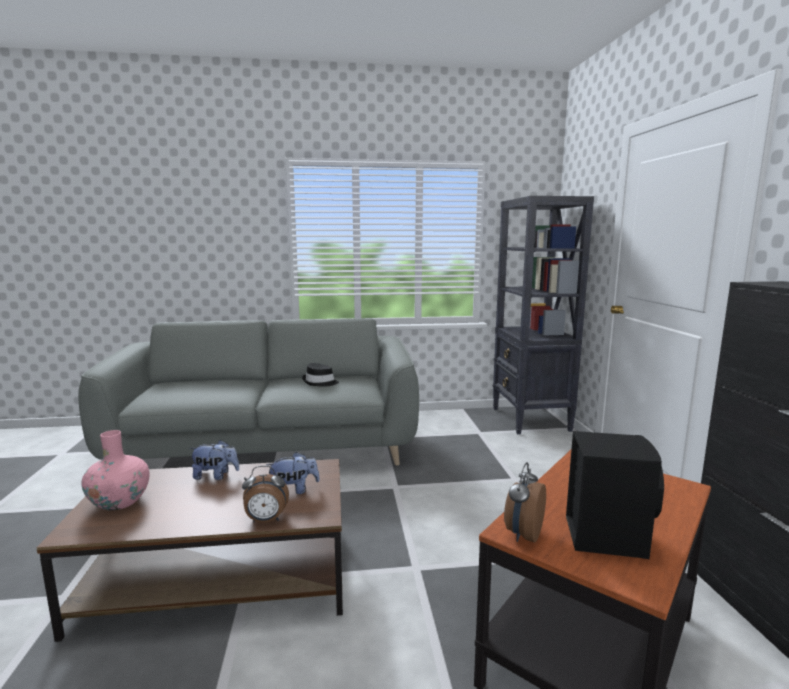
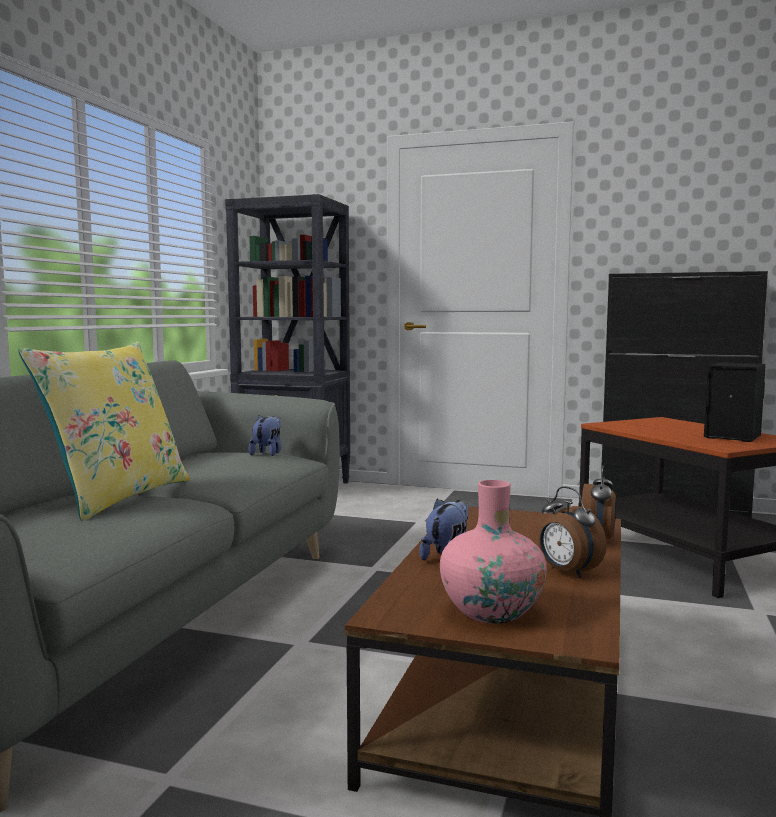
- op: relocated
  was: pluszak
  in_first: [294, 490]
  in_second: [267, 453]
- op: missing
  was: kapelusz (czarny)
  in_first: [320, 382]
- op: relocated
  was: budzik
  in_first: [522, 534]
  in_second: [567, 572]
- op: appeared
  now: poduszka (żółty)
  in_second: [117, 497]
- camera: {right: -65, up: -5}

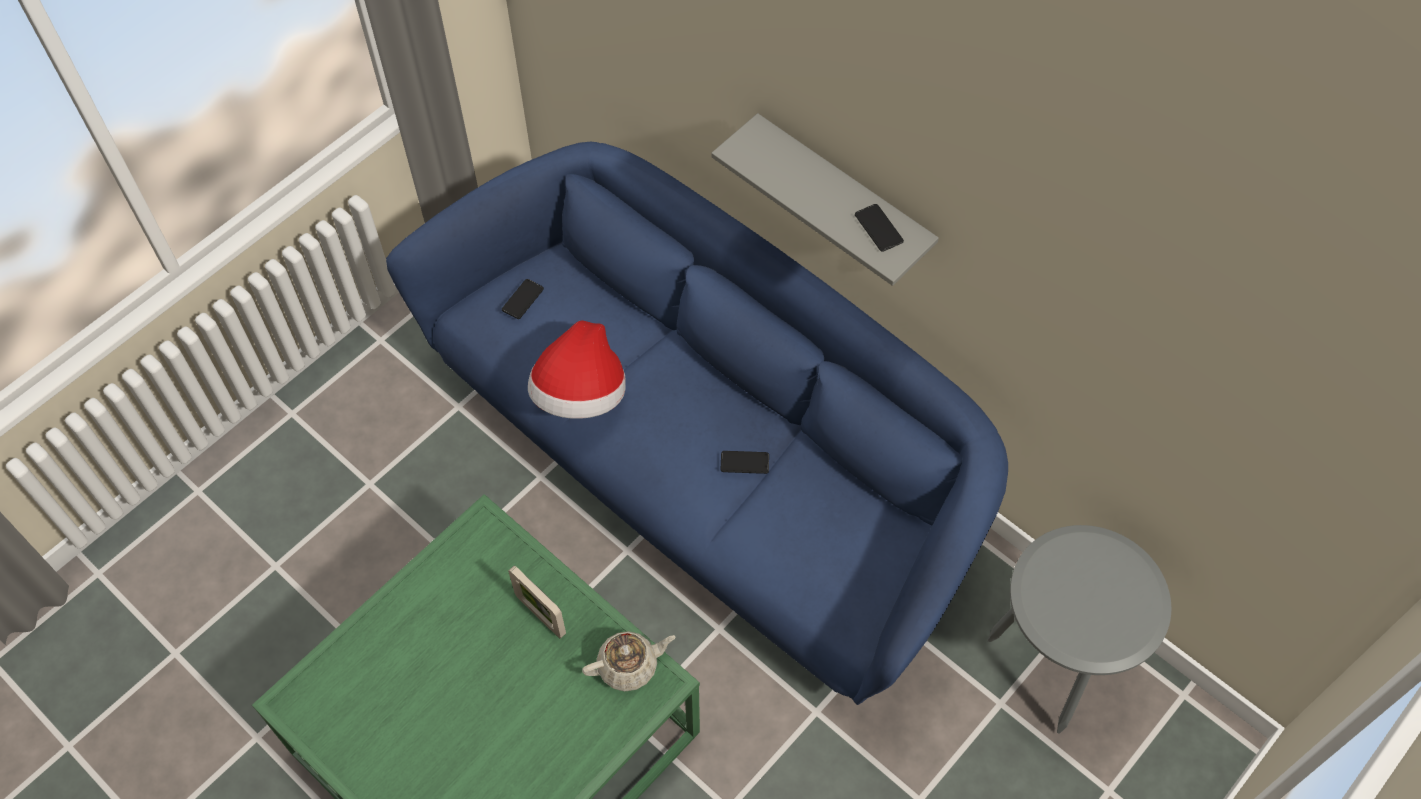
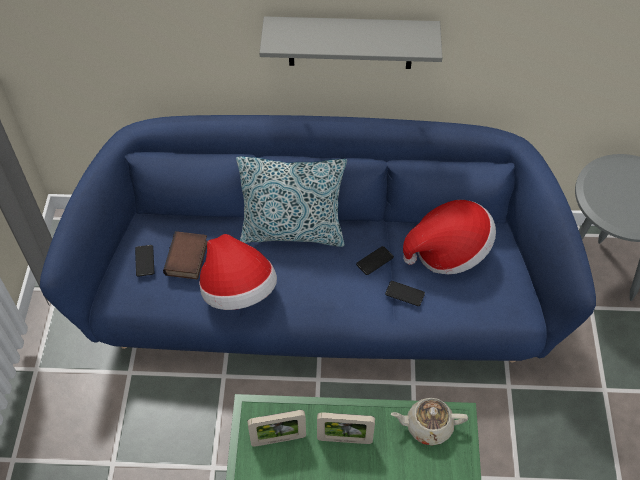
- op: spun
  was: imbryk (beżowy)
  in_first: [629, 666]
  in_second: [427, 426]
  clockwise: -120
- op: relocated
  was: telefon
  in_first: [878, 228]
  in_second: [405, 294]
- op: appeared
  now: książka
  in_second: [188, 259]
- op: appeared
  now: poduszka
  in_second: [293, 232]
- op: appeared
  now: ramka na zdjęcie
  in_second: [278, 439]
- op: appeared
  now: kapelusz
  in_second: [448, 251]
- camera: {right: -40, up: -5}

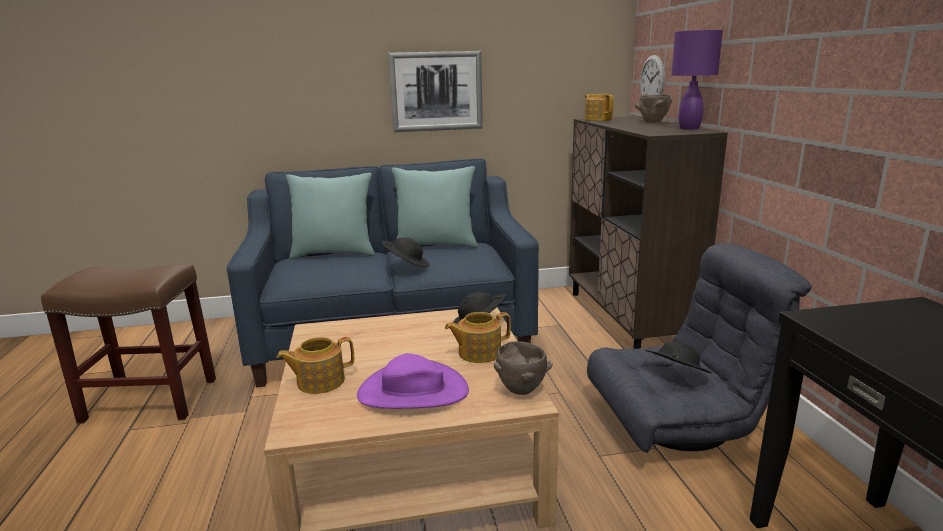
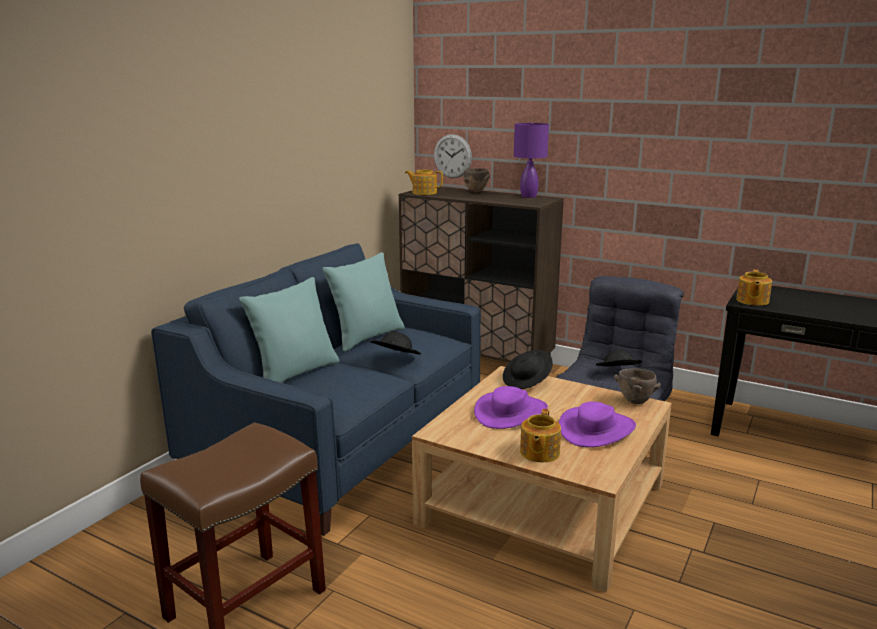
- op: missing
  was: obraz
  in_first: [436, 91]
- op: relocated
  was: imbryk
  in_first: [478, 353]
  in_second: [752, 301]
- op: appeared
  now: kapelusz (fioletowy)
  in_second: [511, 412]
- camera: {right: -50, up: 0}

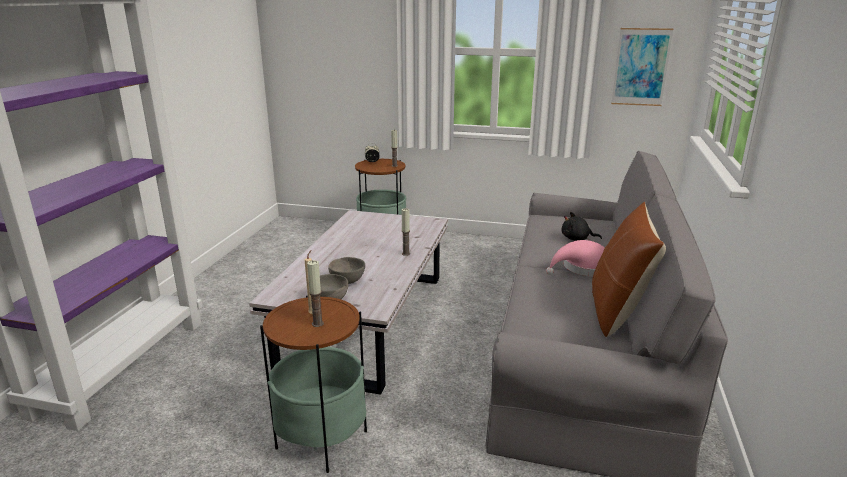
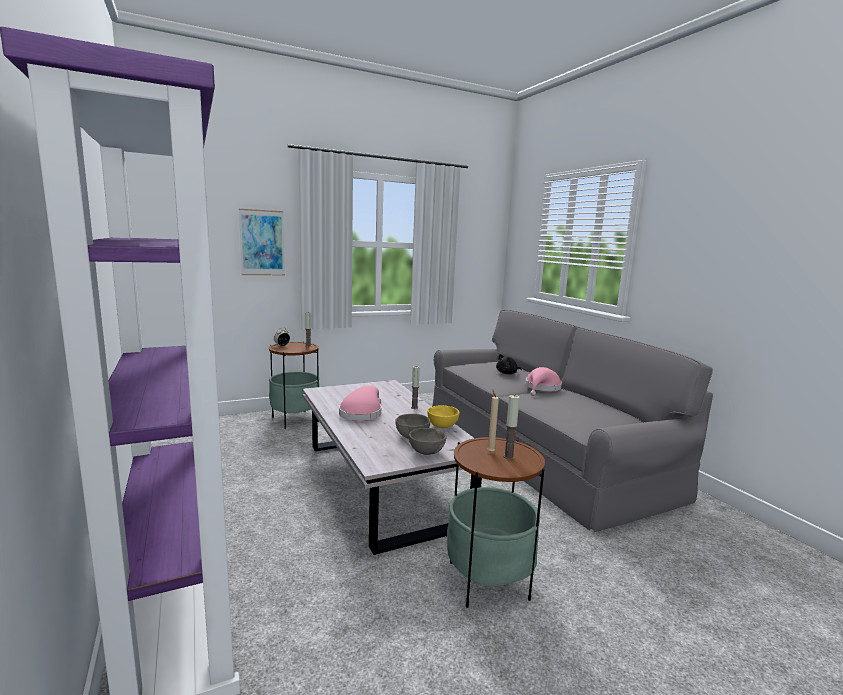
- op: missing
  was: poduszka (brązowy)
  in_first: [617, 310]
- op: relocated
  was: obraz
  in_first: [641, 67]
  in_second: [262, 243]
- op: appeared
  now: kapelusz (różowy)
  in_second: [362, 413]
- op: appeared
  now: miska (żółty)
  in_second: [442, 426]
- camera: {right: -40, up: -10}

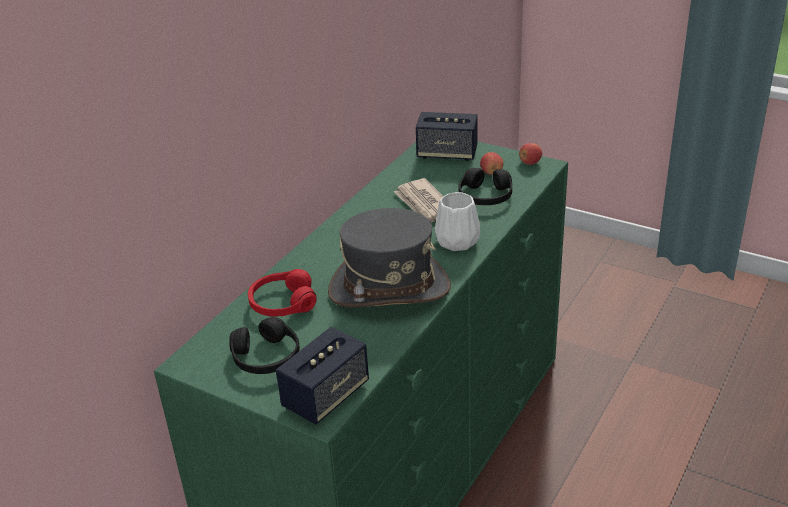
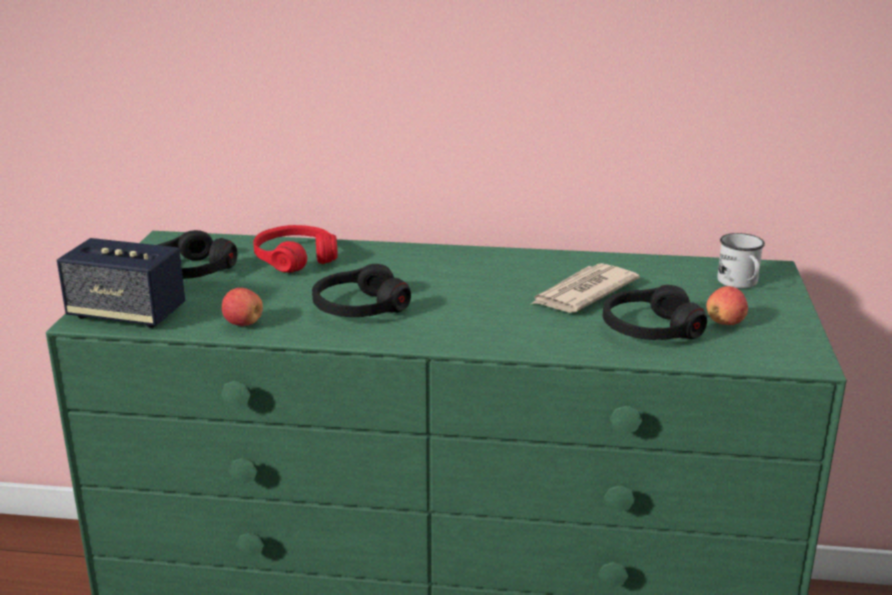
- op: exchanged
  was: kapelusz (szary)
  now: słuchawki (czarny)
  in_first: [389, 289]
  in_second: [359, 308]
- op: exchanged
  was: głośnik
  now: kubek (biały)
  in_first: [447, 153]
  in_second: [740, 283]
- op: missing
  was: wazon (biały)
  in_first: [456, 241]
- op: relocated
  was: jabłko
  in_first: [530, 162]
  in_second: [243, 323]
- camera: {right: 65, up: -10}

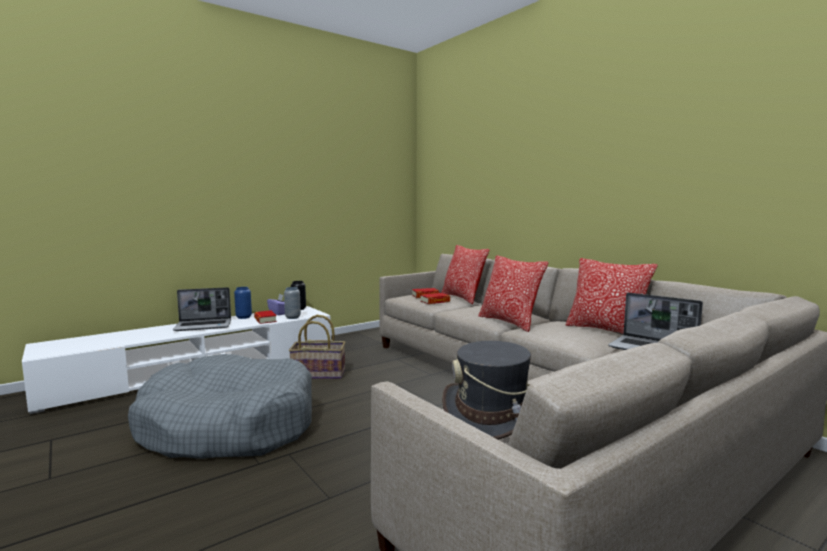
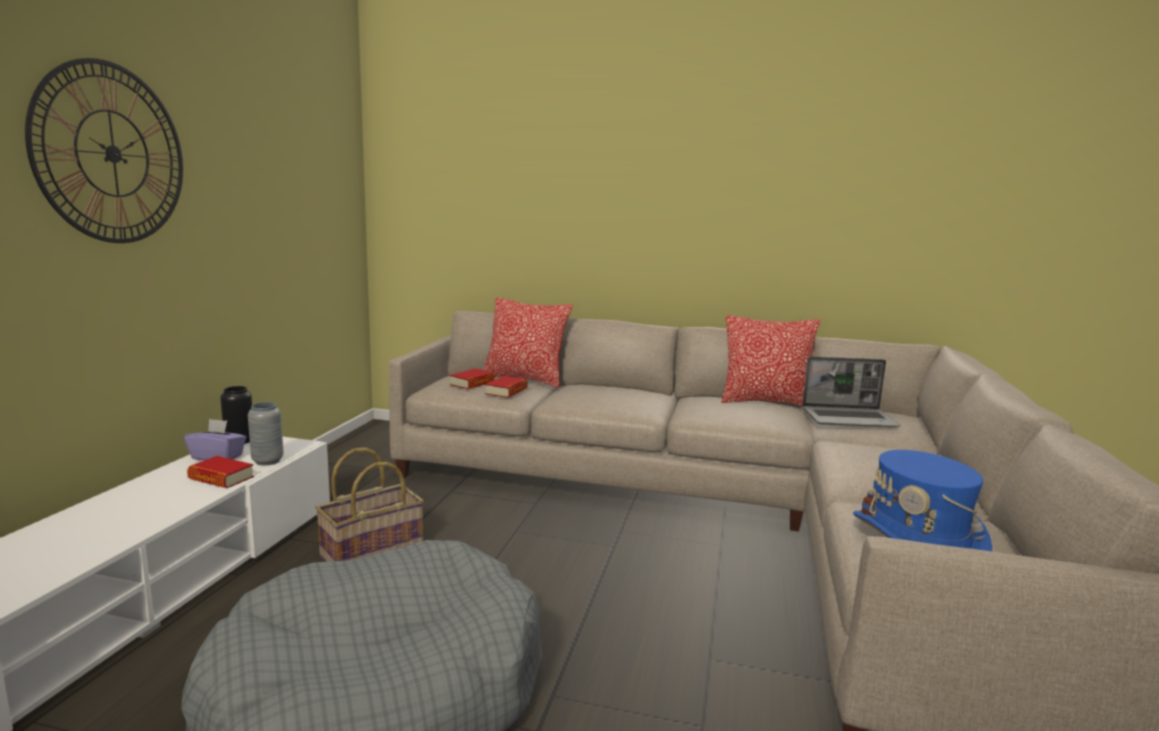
- op: missing
  was: laptop
  in_first: [204, 326]
- op: missing
  was: wazon (niebieski)
  in_first: [243, 317]
- op: colour
  was: kapelusz (szary)
  now: kapelusz (niebieski)
  in_first: [492, 415]
  in_second: [918, 541]
- op: missing
  was: poduszka
  in_first: [509, 322]
- op: appeared
  now: zegar ścienny
  in_second: [112, 154]
- camera: {right: -40, up: 5}

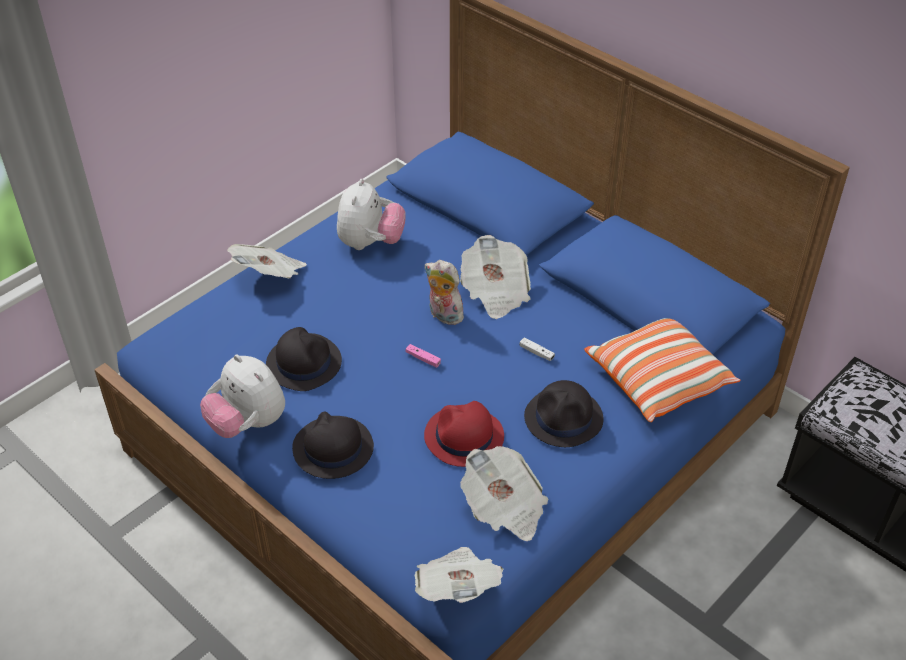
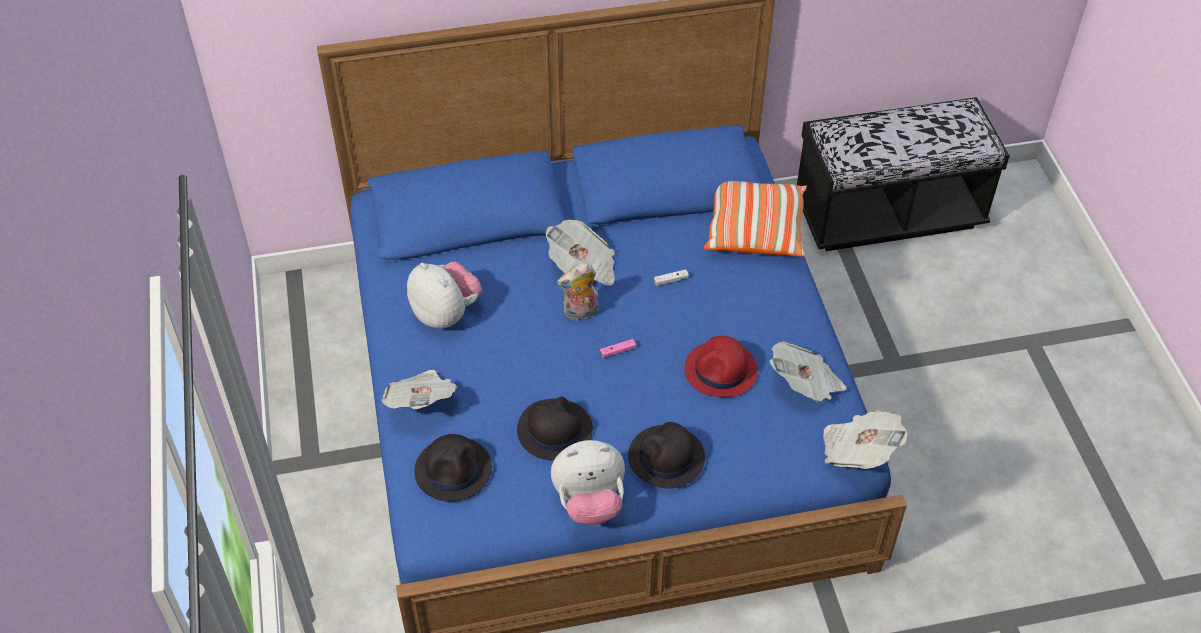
- op: relocated
  was: kapelusz (czarny)
  in_first: [564, 418]
  in_second: [454, 469]
- camera: {right: -55, up: 5}

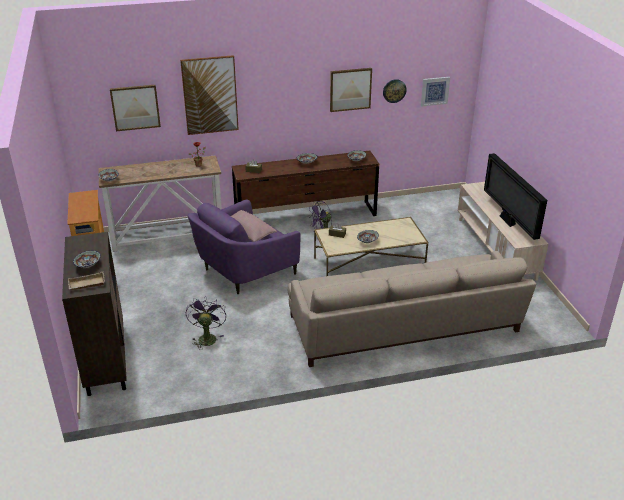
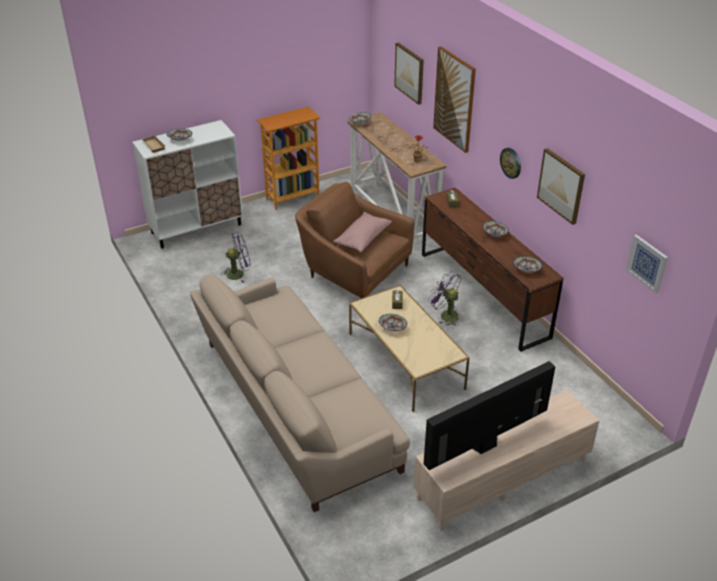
- op: colour
  was: szafka (brązowy)
  now: szafka (biały)
  in_first: [105, 359]
  in_second: [197, 228]
- op: colour
  was: fotel (fioletowy)
  now: fotel (brązowy)
  in_first: [244, 271]
  in_second: [353, 273]
- op: relocated
  was: zegar ścienny
  in_first: [394, 91]
  in_second: [511, 163]
- camera: {right: 75, up: 5}

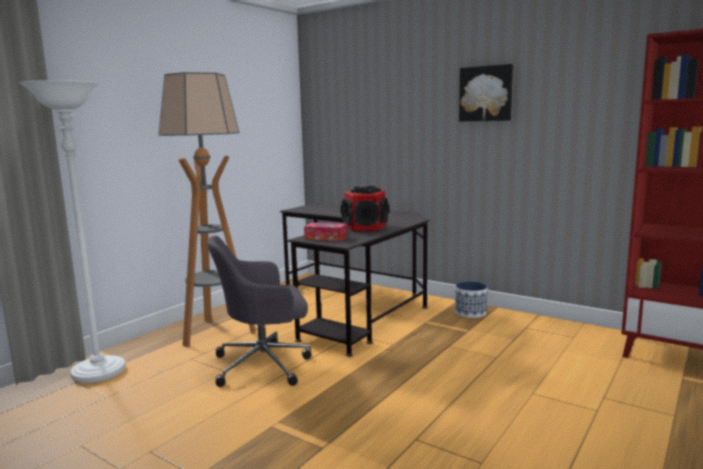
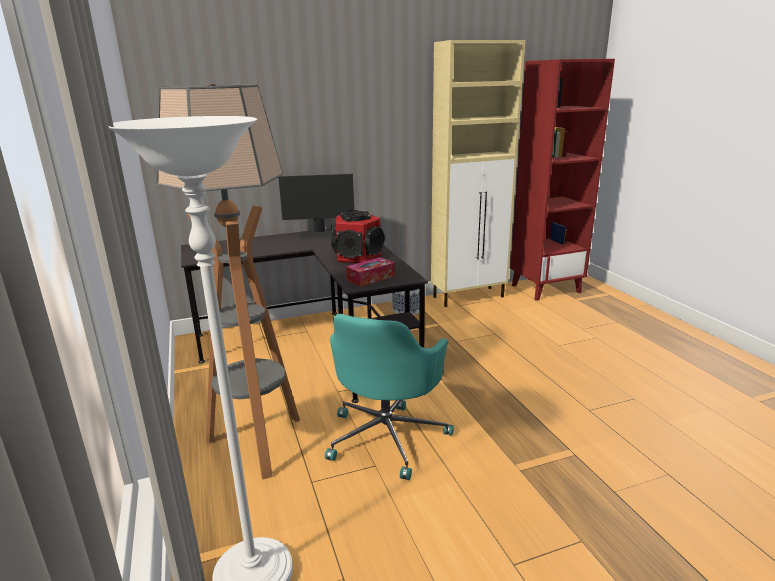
- op: colour
  was: krzesło biurowe (szary)
  now: krzesło biurowe (turkusowy)
  in_first: [264, 364]
  in_second: [387, 436]
- op: missing
  was: obraz
  in_first: [486, 93]
- op: appeared
  now: monitor
  in_second: [320, 234]
- op: appeared
  now: szafka (beżowy)
  in_second: [469, 297]
- camera: {right: -55, up: 10}

